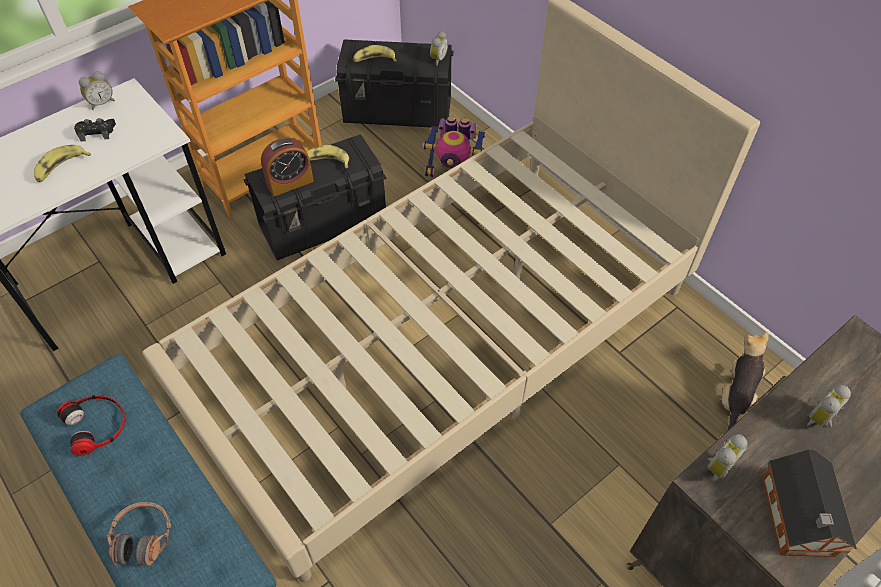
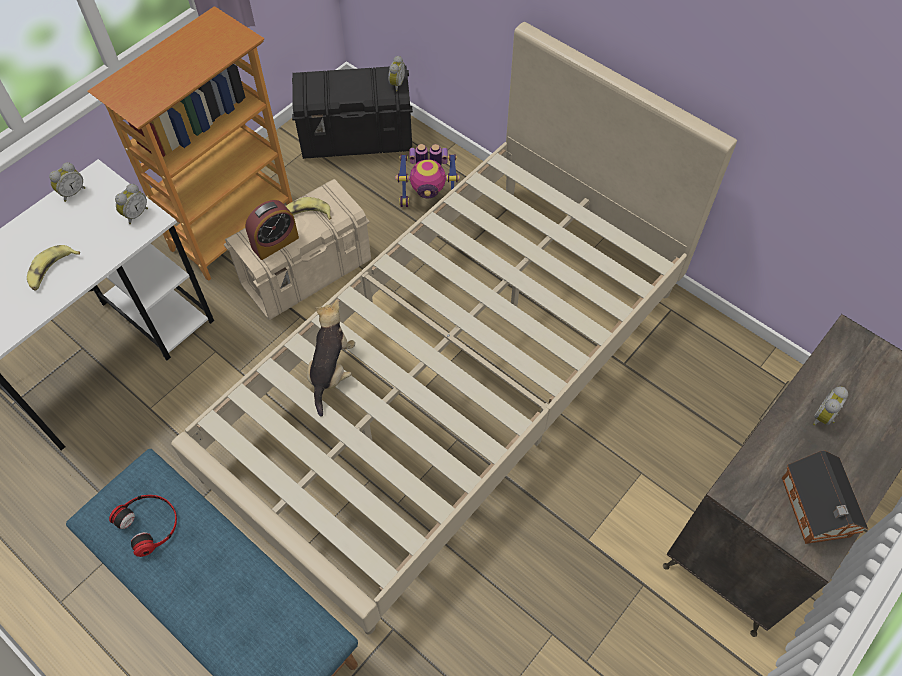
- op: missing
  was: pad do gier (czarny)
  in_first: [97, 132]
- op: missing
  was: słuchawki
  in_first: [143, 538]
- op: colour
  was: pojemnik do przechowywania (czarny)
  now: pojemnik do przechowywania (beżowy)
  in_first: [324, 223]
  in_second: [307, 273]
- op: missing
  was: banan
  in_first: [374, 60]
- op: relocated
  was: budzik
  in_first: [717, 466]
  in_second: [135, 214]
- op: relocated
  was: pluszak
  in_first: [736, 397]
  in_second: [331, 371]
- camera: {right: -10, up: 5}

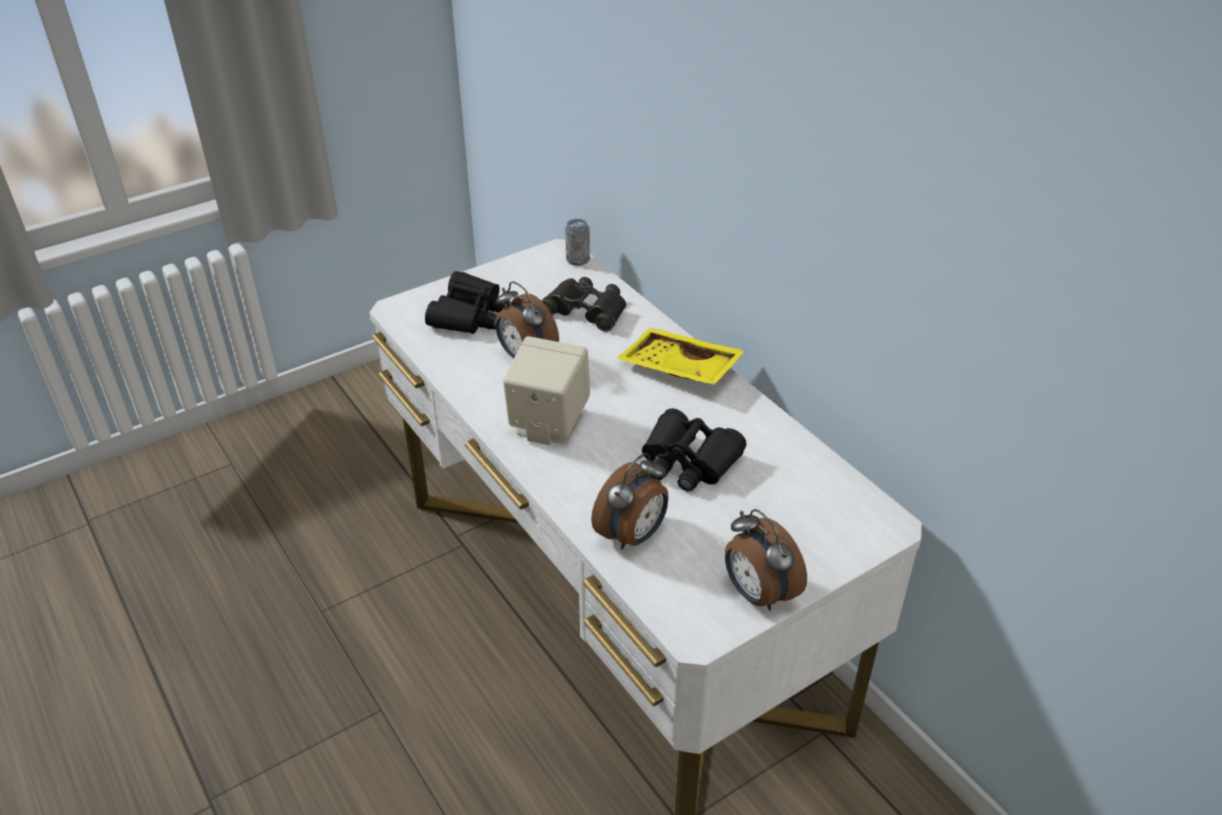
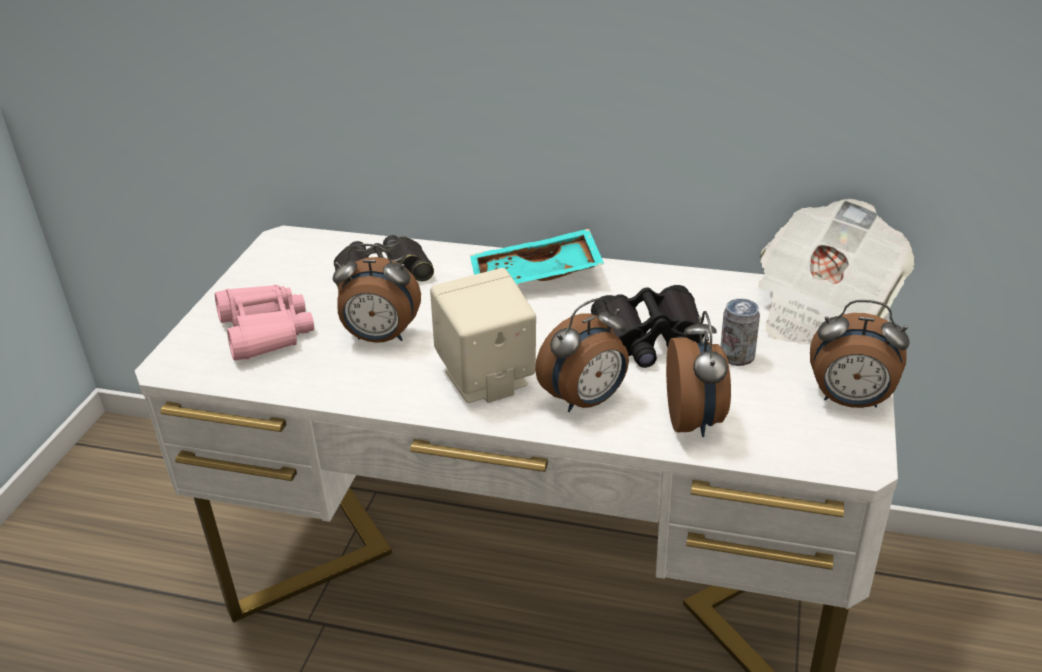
- op: colour
  was: lornetka (czarny)
  now: lornetka (różowy)
  in_first: [469, 315]
  in_second: [265, 331]
- op: relocated
  was: puszka
  in_first: [578, 260]
  in_second: [737, 357]
- op: colour
  was: taca (żółty)
  now: taca (turkusowy)
  in_first: [678, 369]
  in_second: [536, 277]
- op: appeared
  now: budzik
  in_second: [586, 401]
- op: appeared
  now: gazeta
  in_second: [822, 308]
- camera: {right: -40, up: -5}

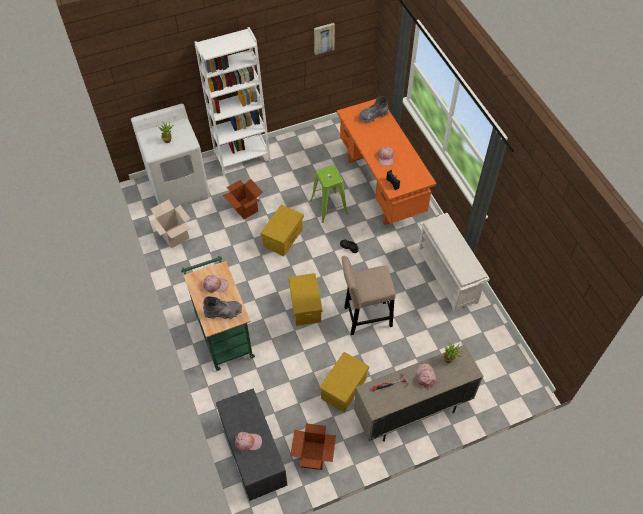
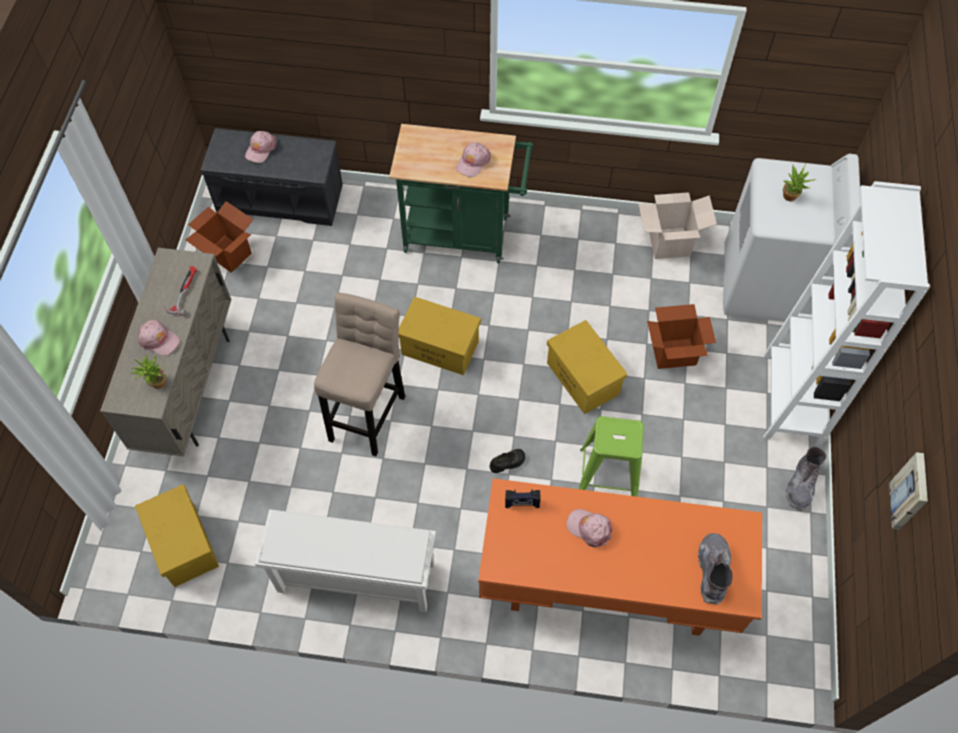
- op: relocated
  was: but z cholewką (szary)
  in_first: [223, 312]
  in_second: [801, 485]
- op: relocated
  was: pojemnik do przechowywania (żółty)
  in_first: [343, 389]
  in_second: [183, 544]
- camera: {right: 120, up: 5}

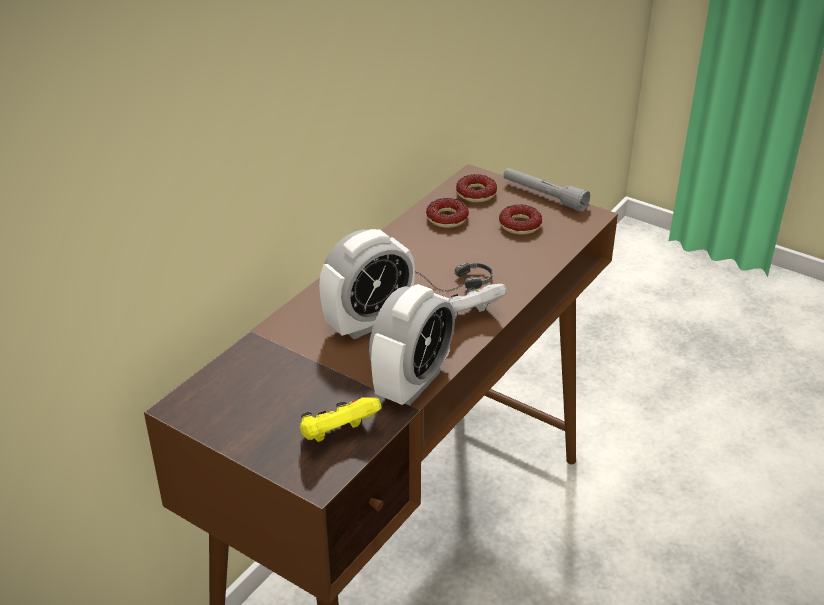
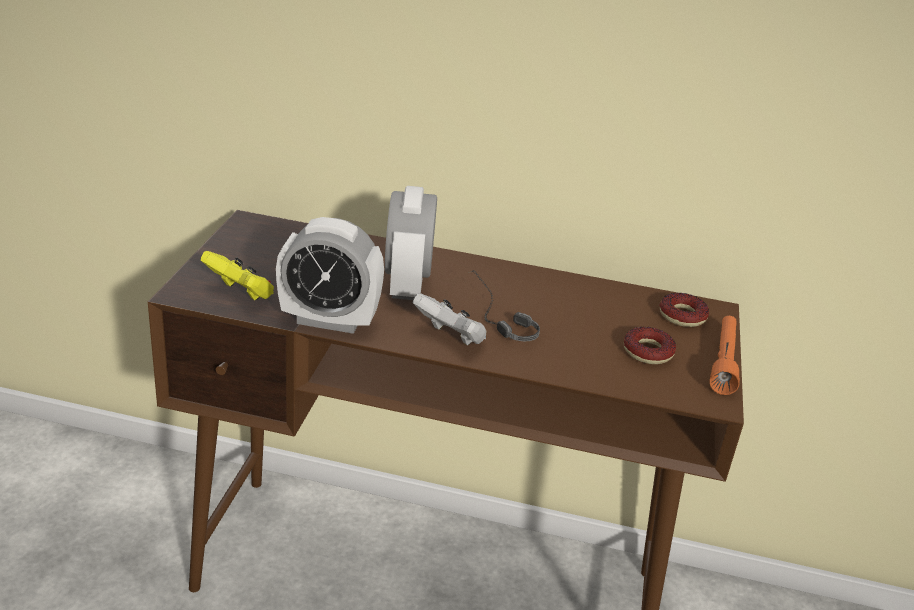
- op: spun
  was: budzik
  in_first: [368, 322]
  in_second: [407, 285]
  clockwise: 60
- op: missing
  was: donut
  in_first: [447, 218]
- op: colour
  was: latarka (szary)
  now: latarka (pomarańczowy)
  in_first: [543, 196]
  in_second: [723, 362]
- camera: {right: 65, up: -5}

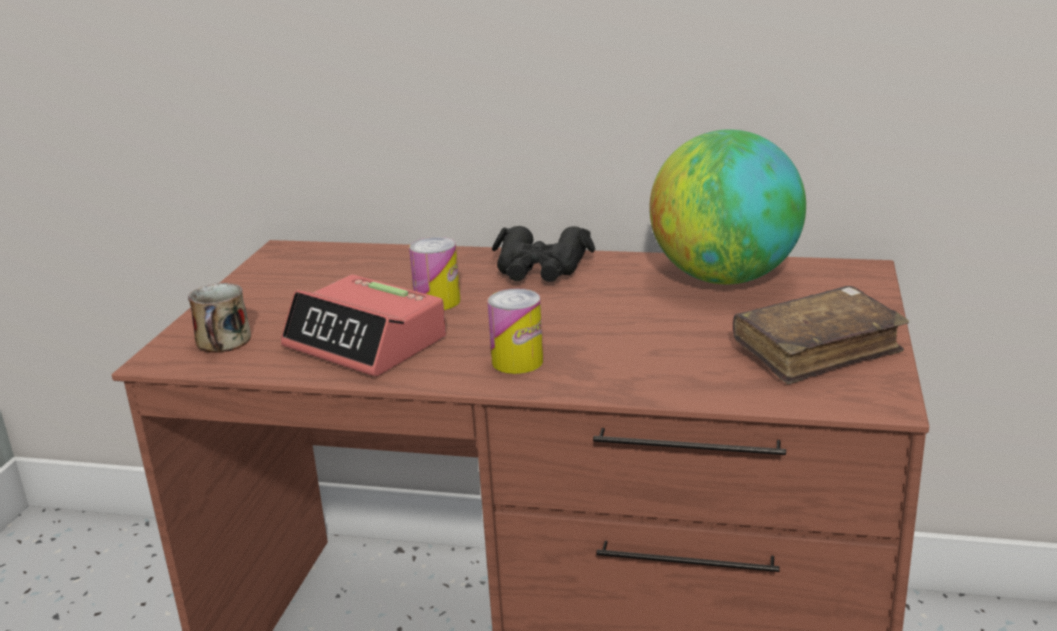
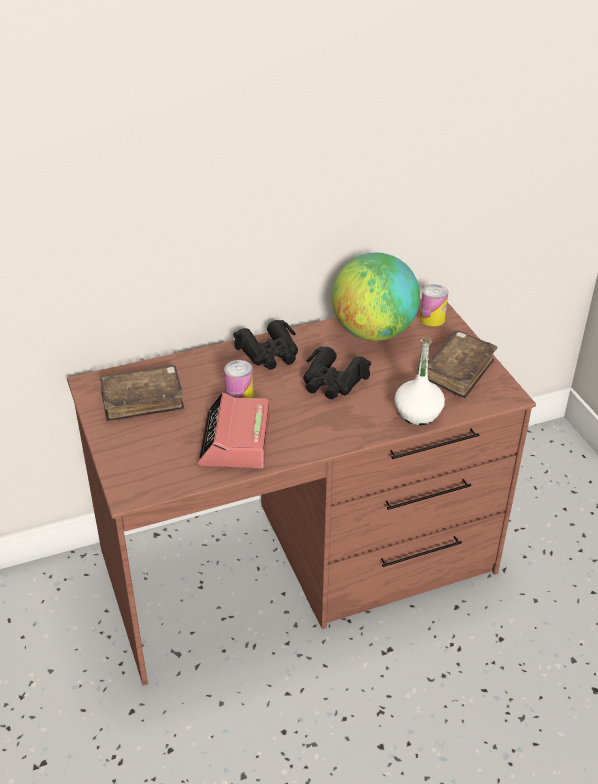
- op: missing
  was: kubek
  in_first: [224, 342]
- op: spun
  was: budzik
  in_first: [366, 343]
  in_second: [235, 441]
  clockwise: 90
- op: relocated
  was: puszka
  in_first: [517, 361]
  in_second: [432, 319]
- op: appeared
  now: książka (brązowy)
  in_second: [142, 400]
- op: appeared
  now: lornetka (czarny)
  in_second: [333, 381]
- op: appeared
  now: butelka (biały)
  in_second: [418, 413]
- camera: {right: -35, up: 15}

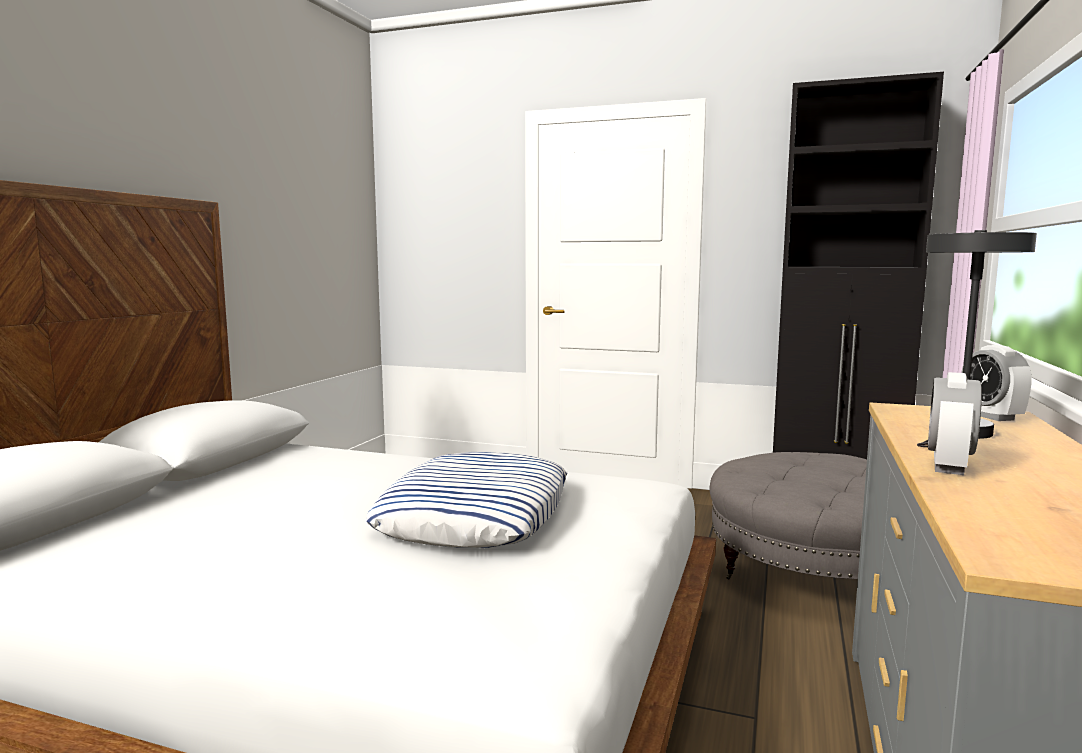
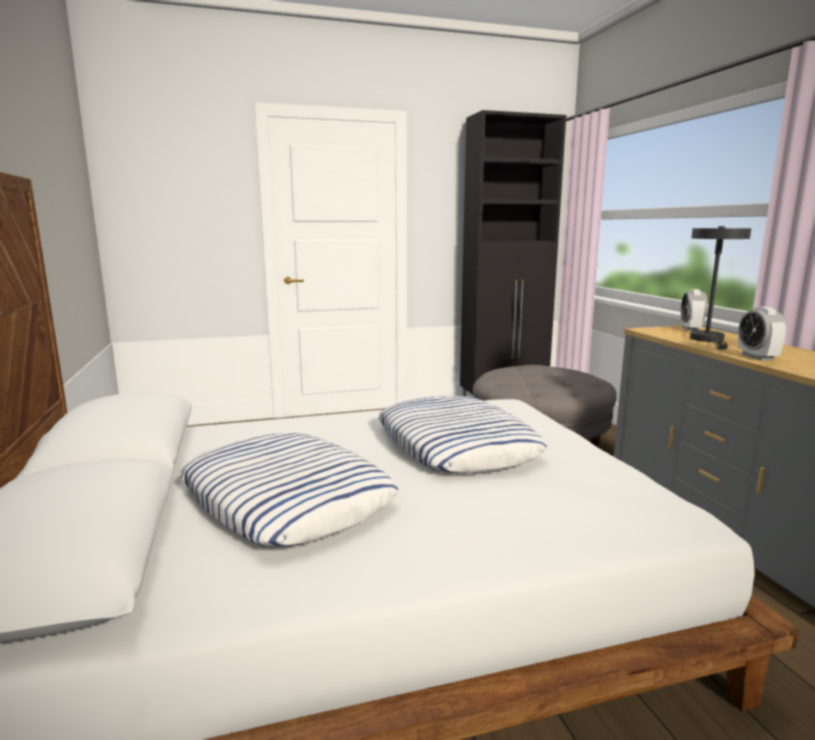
- op: spun
  was: budzik
  in_first: [991, 416]
  in_second: [690, 329]
  clockwise: 60
- op: appeared
  now: poduszka
  in_second: [285, 499]
- camera: {right: -35, up: 5}

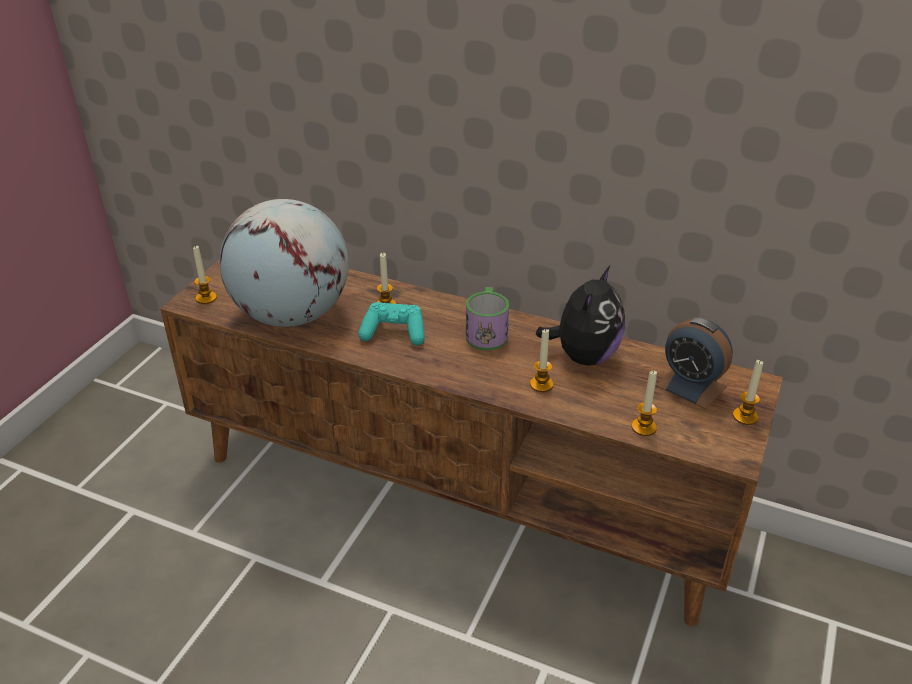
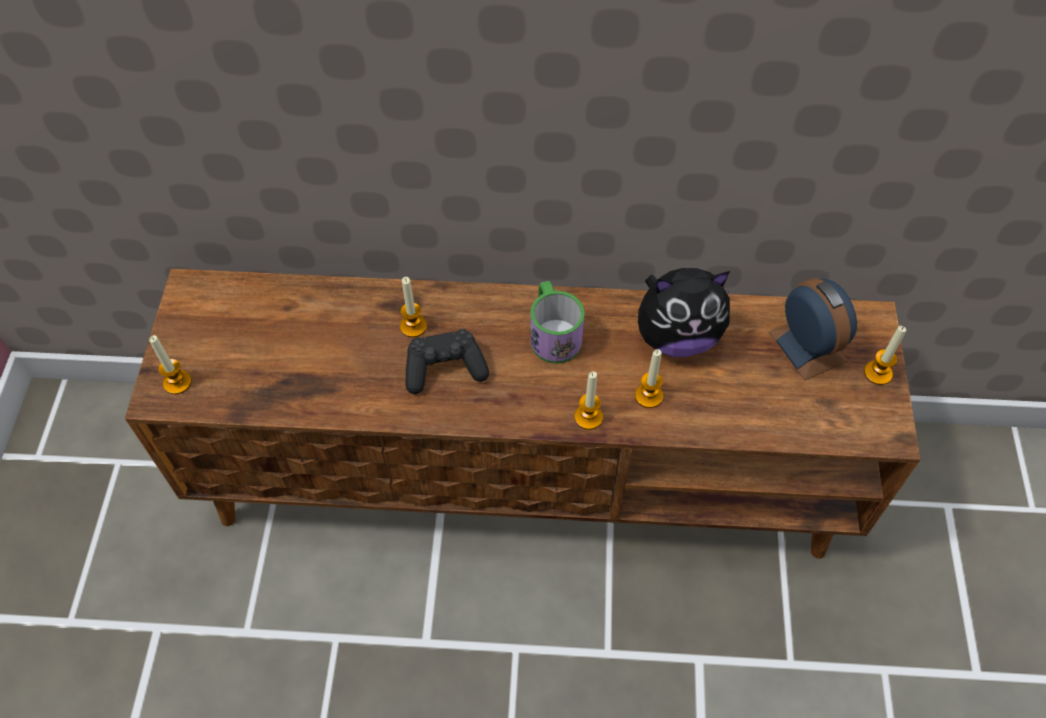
- op: missing
  was: globus
  in_first: [292, 315]
- op: colour
  was: pad do gier (turkusowy)
  now: pad do gier (czarny)
  in_first: [394, 333]
  in_second: [445, 368]
- op: spun
  was: pluszak
  in_first: [583, 356]
  in_second: [676, 337]
  clockwise: 75
- op: relocated
  was: świeca
  in_first: [643, 427]
  in_second: [588, 417]
- op: spun
  was: budzik
  in_first: [691, 386]
  in_second: [807, 346]
  clockwise: -135
- camera: {right: -20, up: 20}

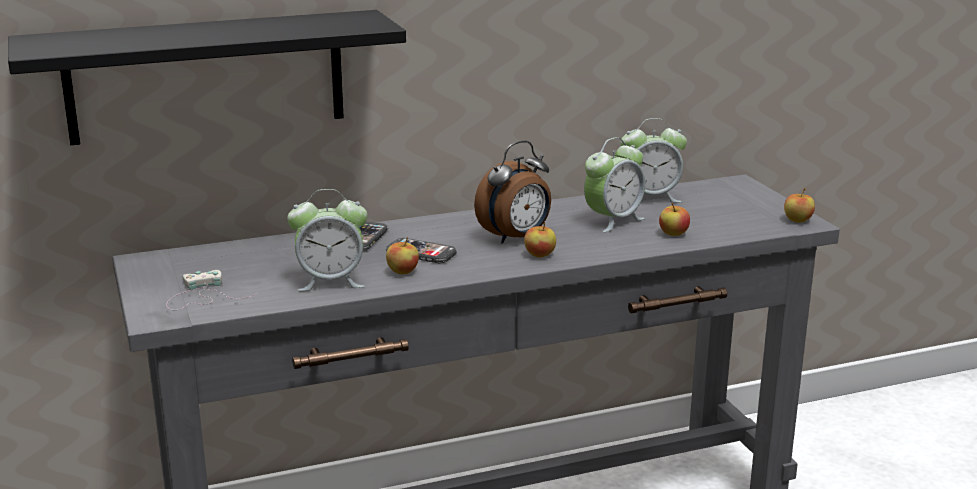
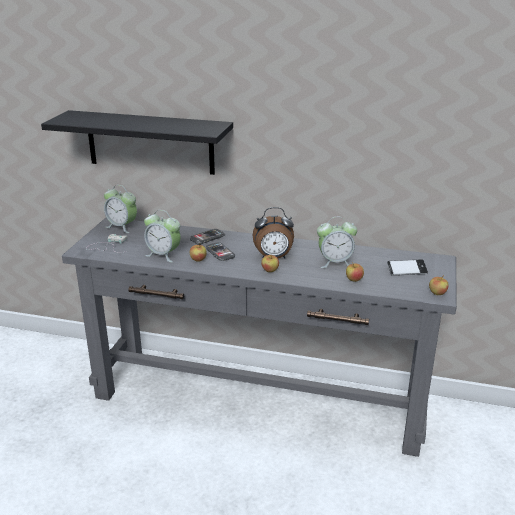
- op: relocated
  was: budzik
  in_first: [651, 198]
  in_second: [122, 227]
- op: appeared
  now: telefon
  in_second: [406, 270]
- camera: {right: 35, up: 5}

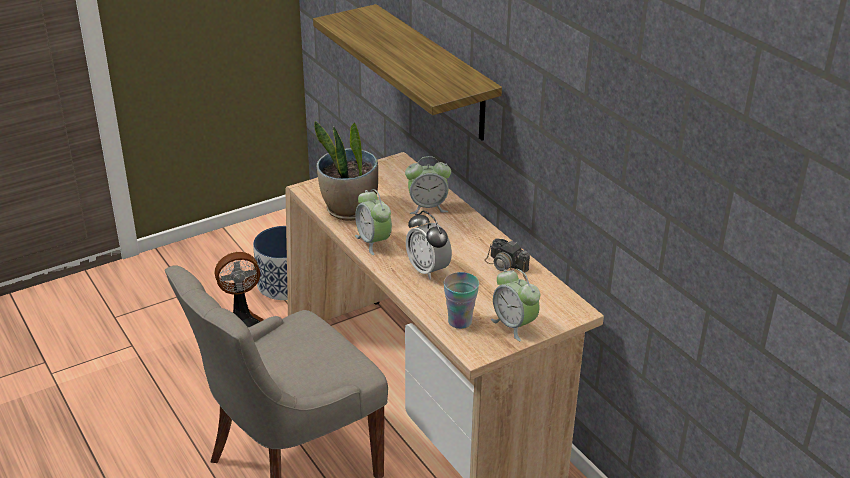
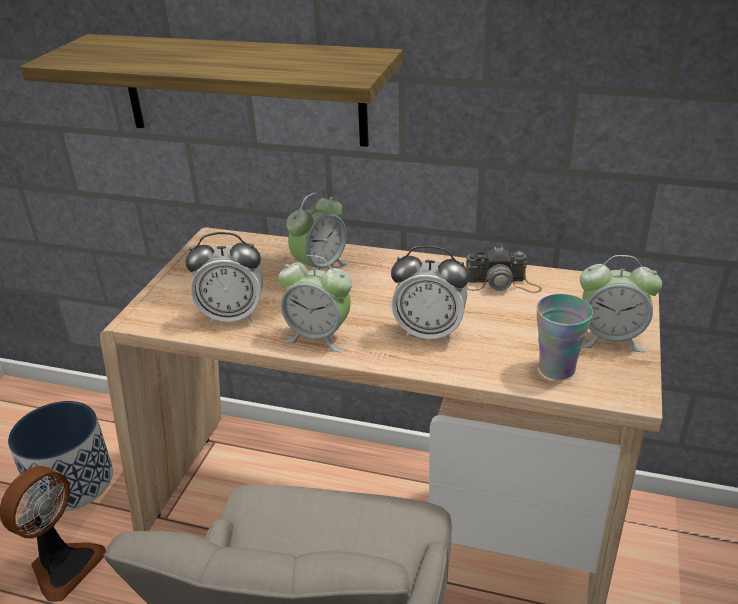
- op: exchanged
  was: roślina doniczkowa
  now: budzik
  in_first: [349, 210]
  in_second: [232, 316]
- camera: {right: -40, up: 0}

